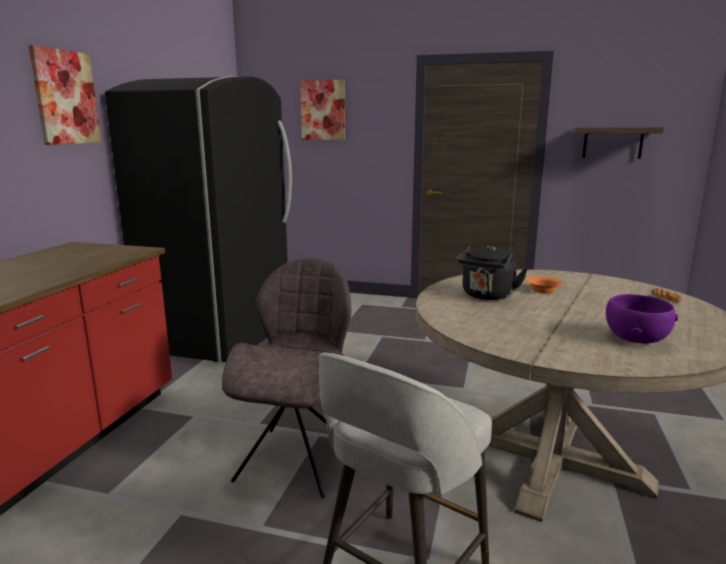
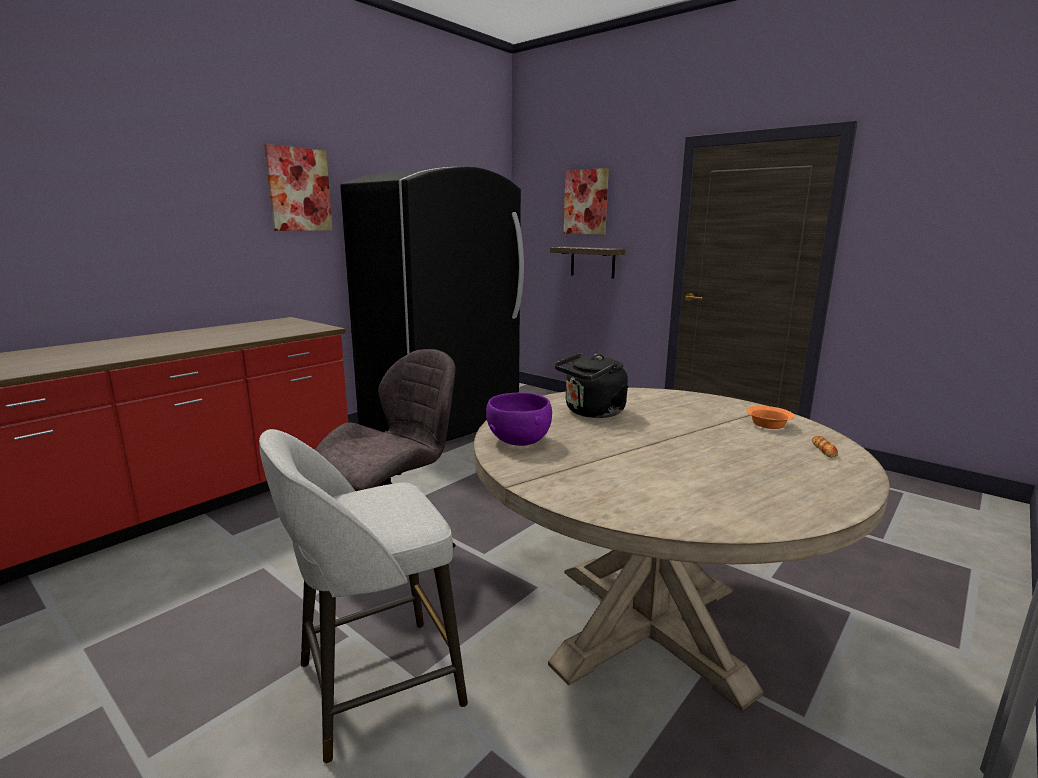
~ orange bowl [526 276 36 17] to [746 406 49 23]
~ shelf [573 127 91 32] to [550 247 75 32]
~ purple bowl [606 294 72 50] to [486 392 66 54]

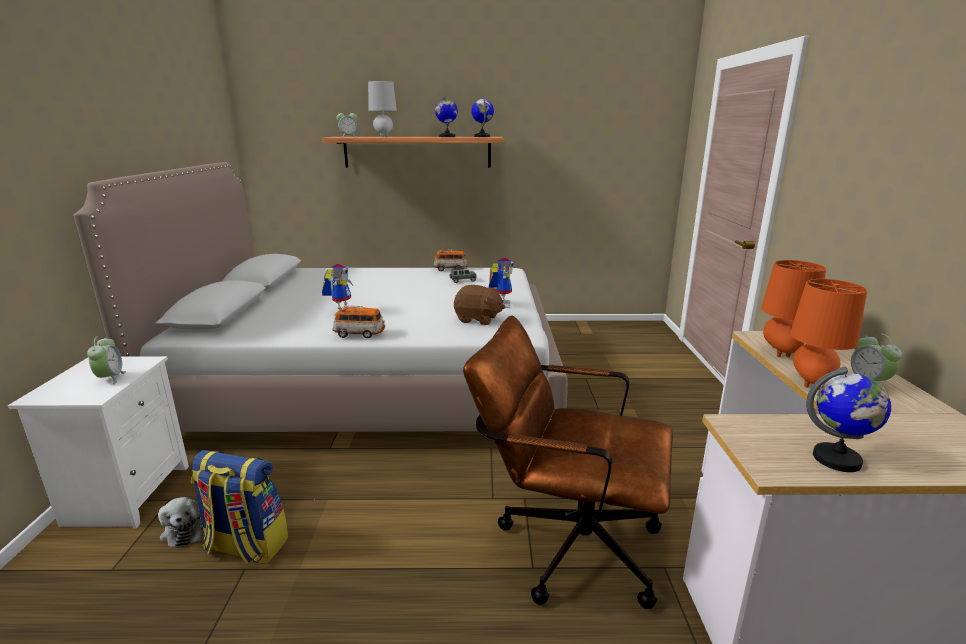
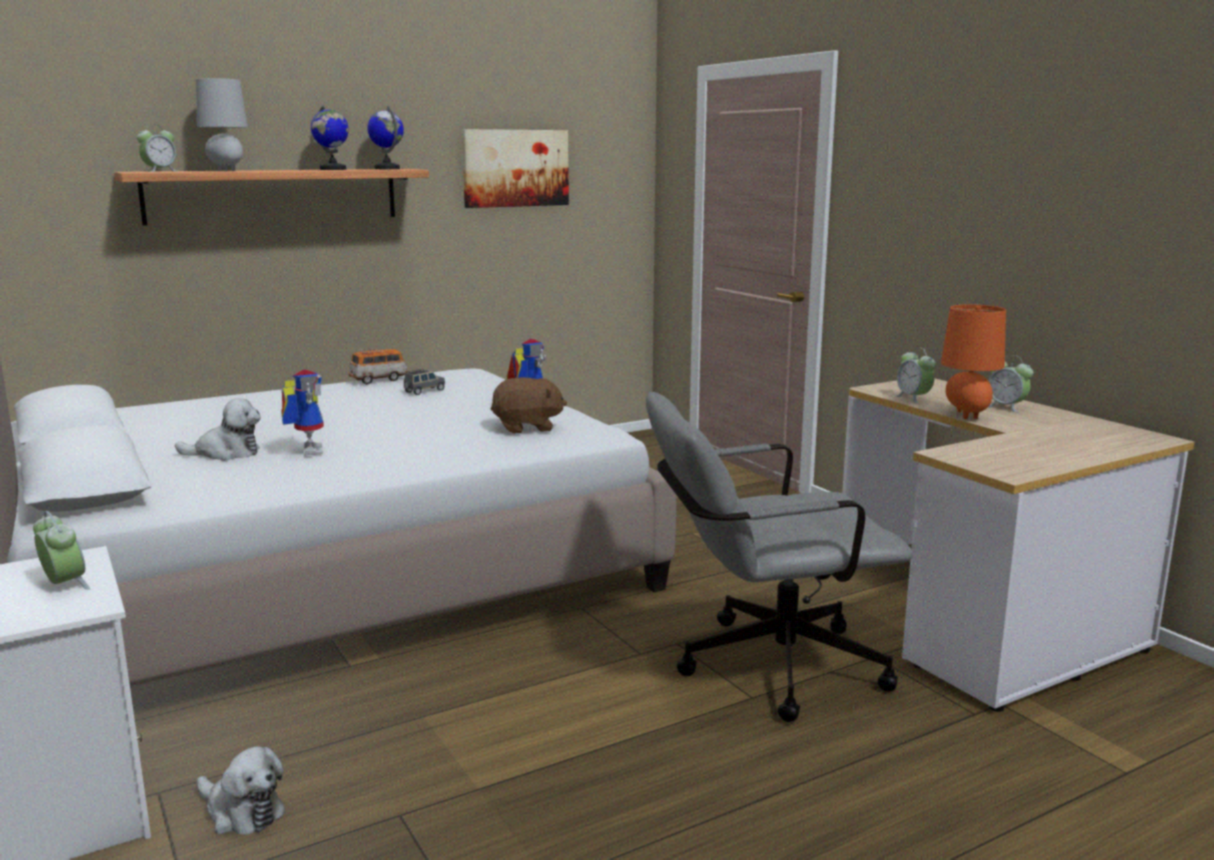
- backpack [191 450 97 114]
- toy car [332 306 53 32]
- globe [806 367 85 105]
+ plush toy [175 398 86 63]
+ picture [462 129 107 79]
~ orange table lamp [761 260 65 97] to alarm clock [895 347 40 56]
~ brown office chair [463 315 210 294] to grey office chair [646 392 267 330]

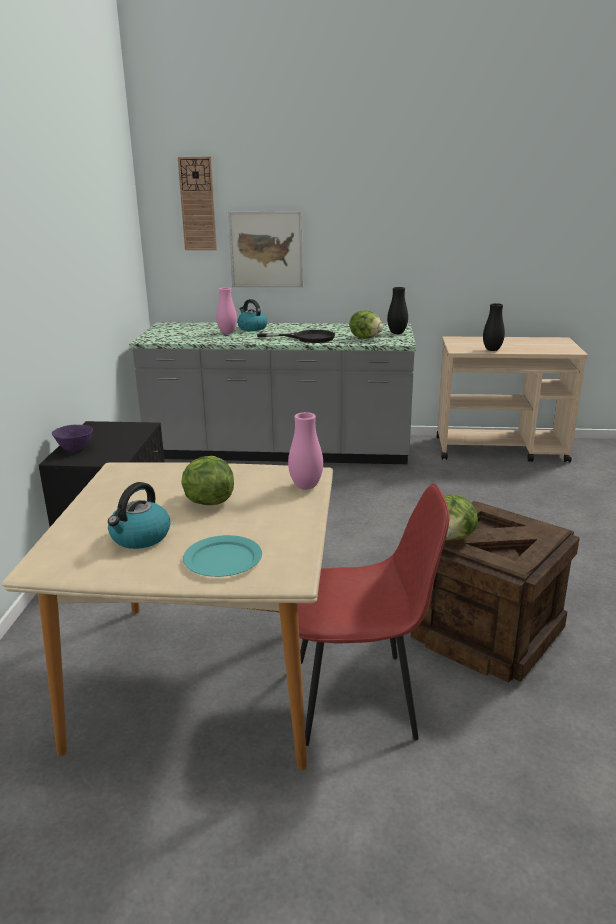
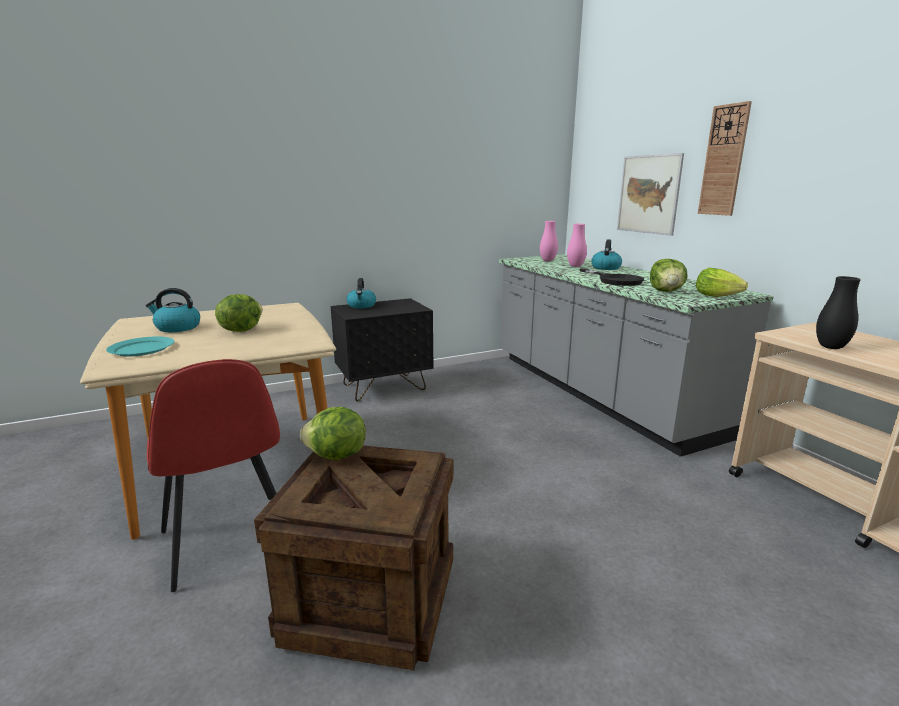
~ wall clock [178 157 39 93] to [698 101 54 115]
~ pink vase [288 412 35 78] to [540 221 18 40]
~ purple bowl [52 425 41 26] to kettle [347 278 29 31]
~ black vase [387 287 21 47] to lettuce [696 268 52 29]

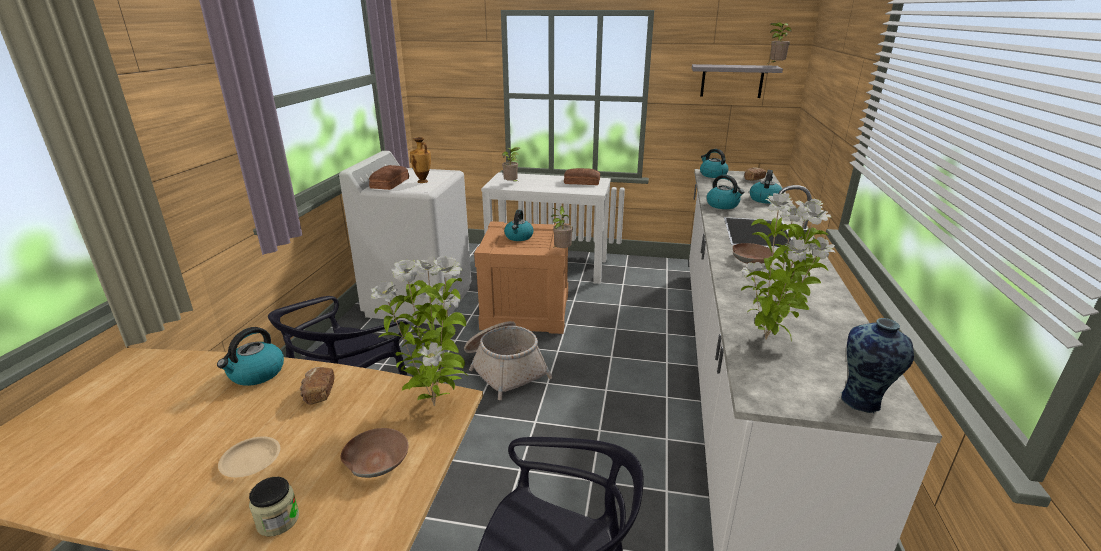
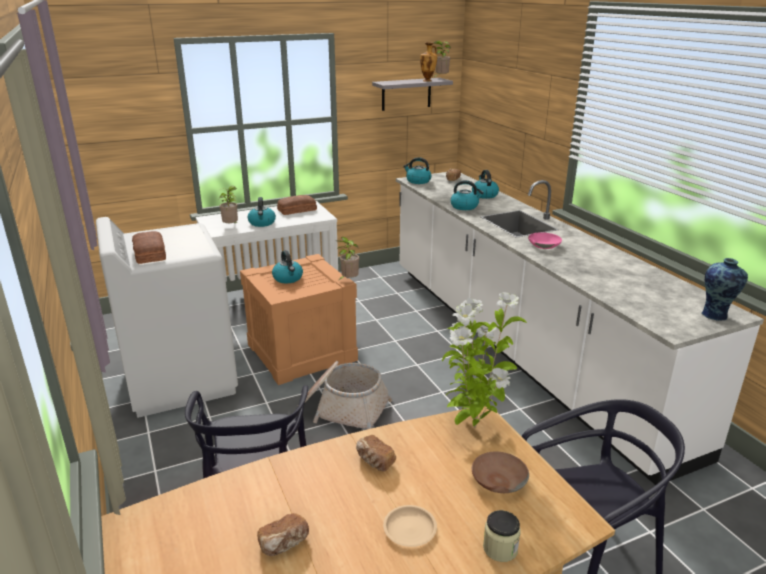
- potted plant [741 193 94 148]
+ bread [257 513 52 43]
~ kettle [217 327 67 59] to [248 197 28 30]
~ vase [410 137 21 46] to [420 42 17 40]
~ brown bowl [733 243 41 21] to pink bowl [528 232 34 17]

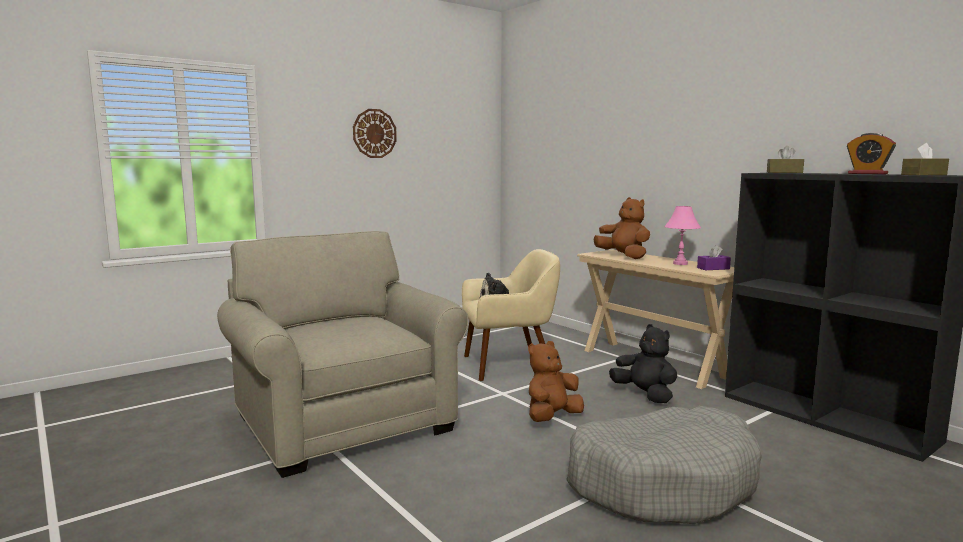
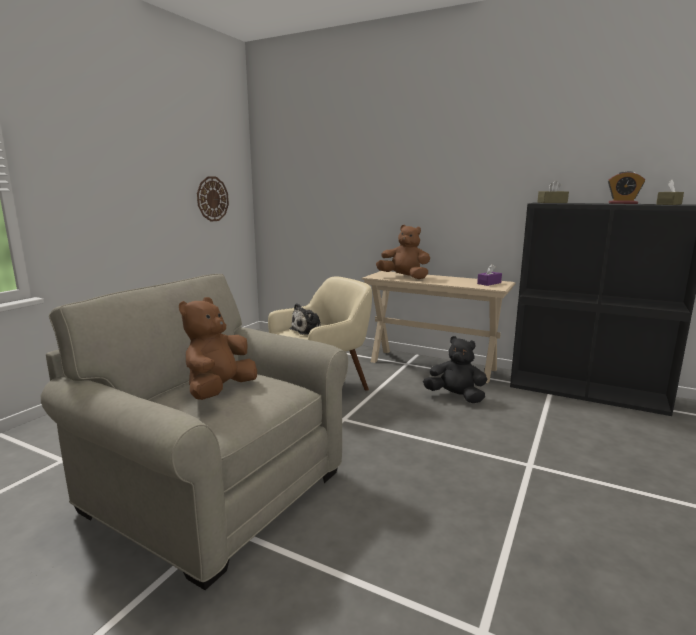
- grey dog bed [566 406 196 118]
- pink table lamp [664 206 37 59]
~ wall clock [353 109 44 49] to [197 176 32 46]
~ brown plush toy [528 341 56 81] to [179 297 78 103]

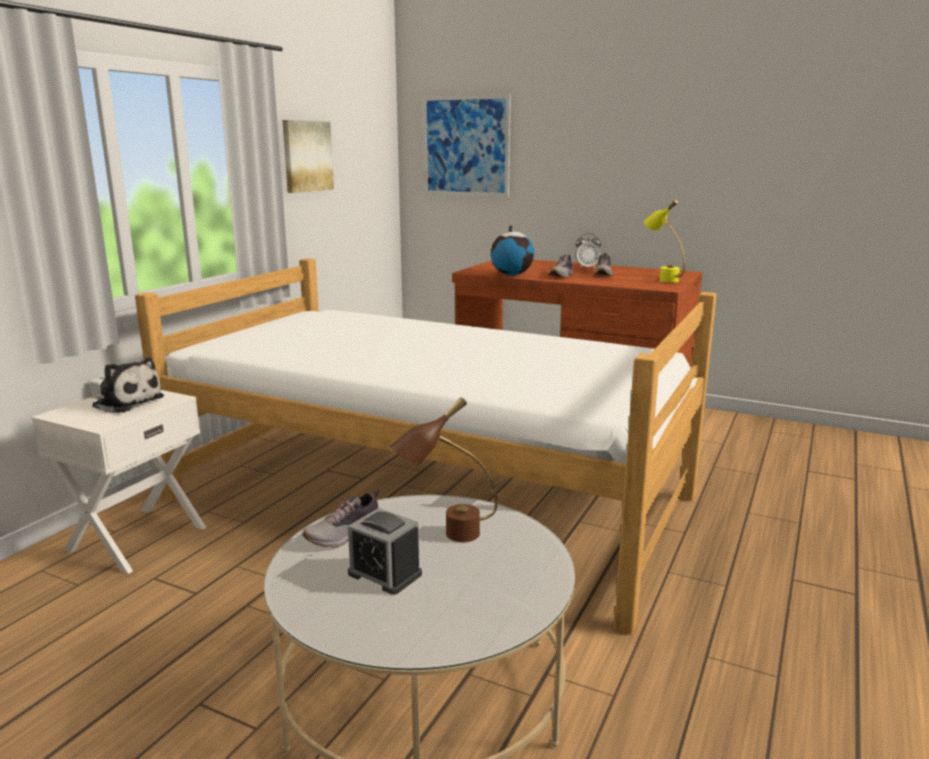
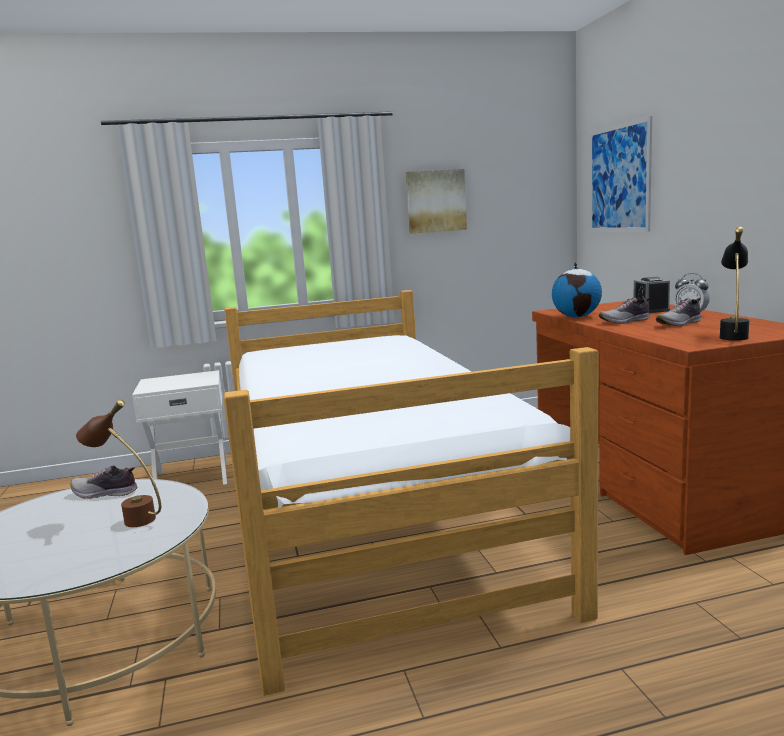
- plush toy [91 357 73 56]
~ alarm clock [348 508 74 87] to [634 277 36 36]
~ yellow table lamp [644 199 41 84] to black table lamp [720 227 29 114]

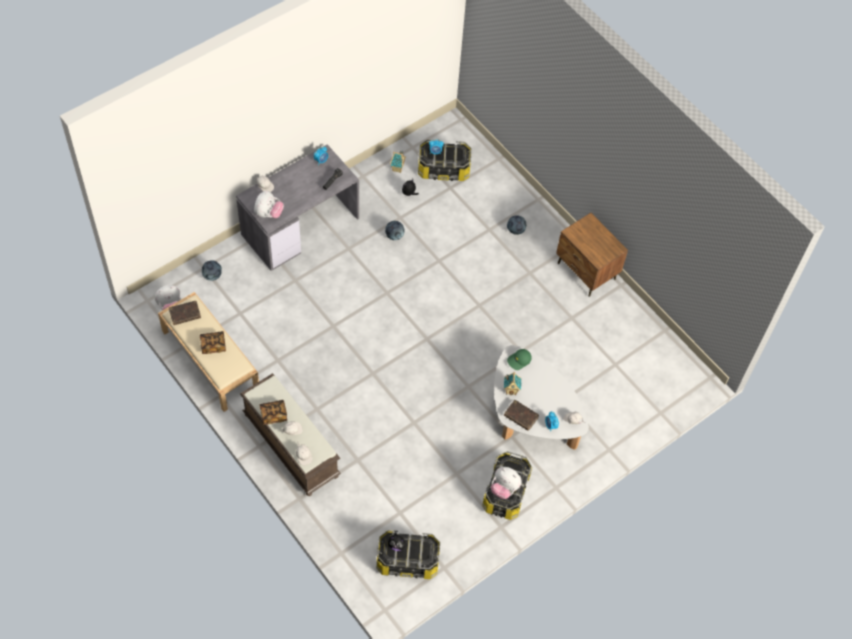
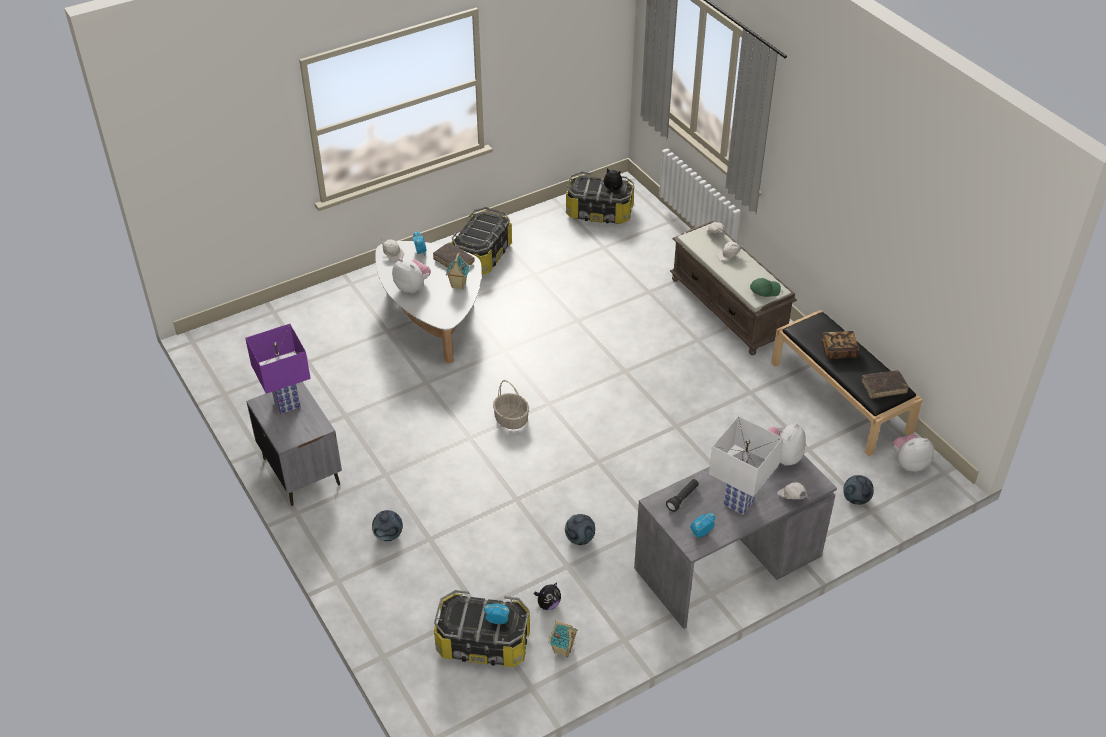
- book [259 400 28 25]
+ purple table lamp [245 324 66 90]
+ basket [493 380 36 49]
+ white table lamp [709 416 74 99]
~ plush toy [491 467 31 32] to [392 258 39 36]
~ green cap [507 349 25 21] to [750 278 31 19]
~ beige bench [158 292 101 120] to black bench [771 310 152 146]
~ brown nightstand [556 213 72 84] to grey nightstand [246 382 96 124]

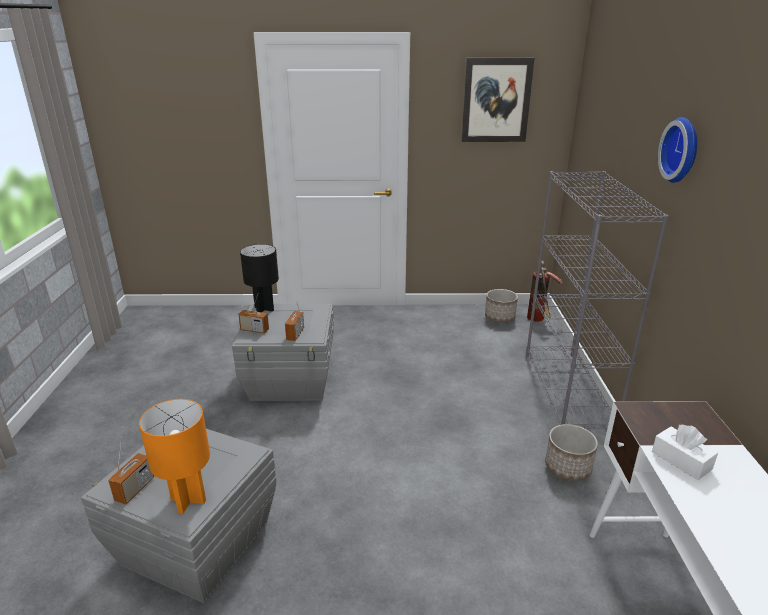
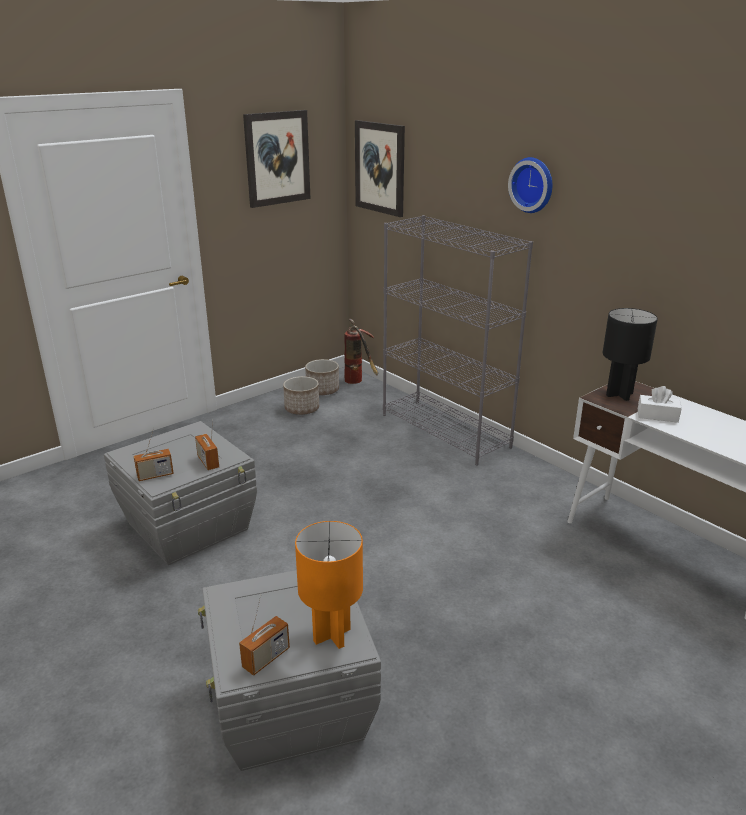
+ picture [355 120 50 97]
~ black table lamp [240 244 39 68] to [603 308 55 93]
~ planter [545 424 53 57] to [283 376 36 39]
~ radio [108 436 46 69] = [239 594 51 82] 60 degrees clockwise

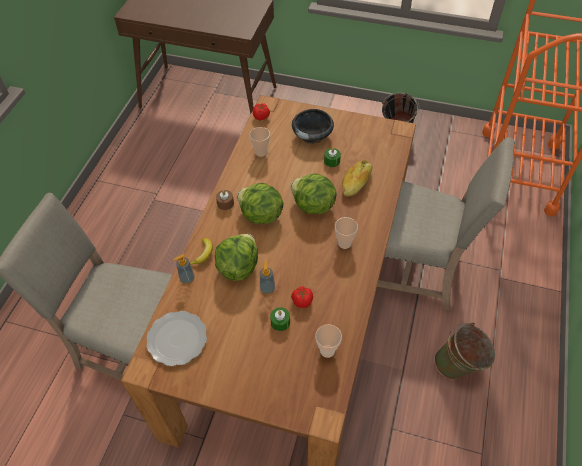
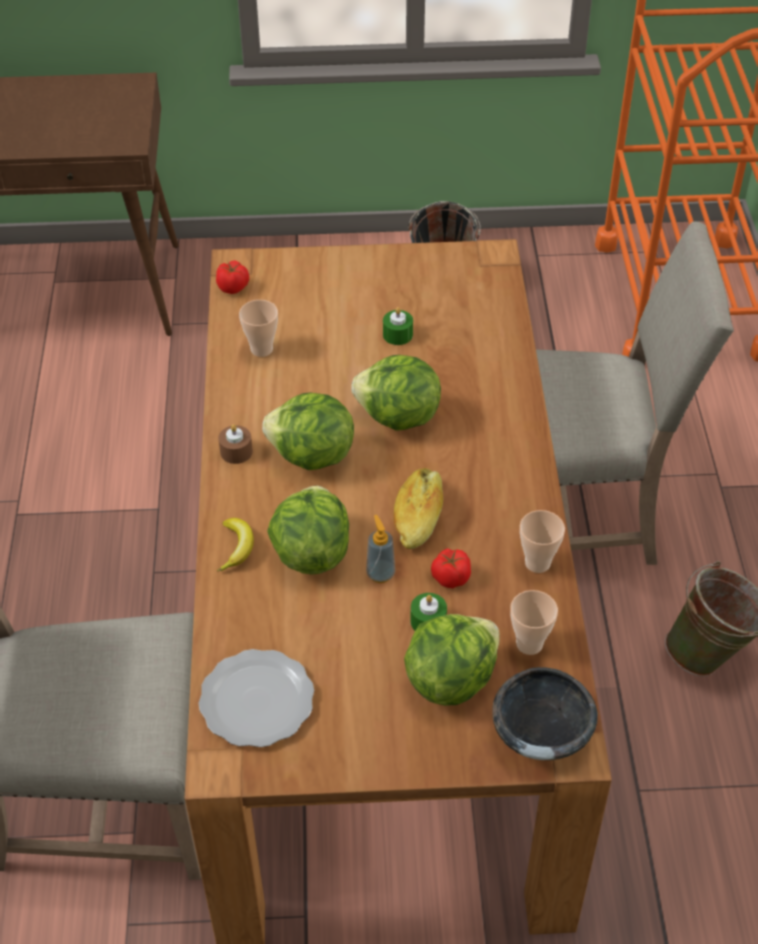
- soap dispenser [173 254 22 30]
+ lettuce [404 614 96 92]
~ black bowl [292 109 42 35] to [492 667 106 93]
~ cup [335 217 23 32] to [520 510 45 63]
~ bread [342 160 31 36] to [393 468 50 81]

